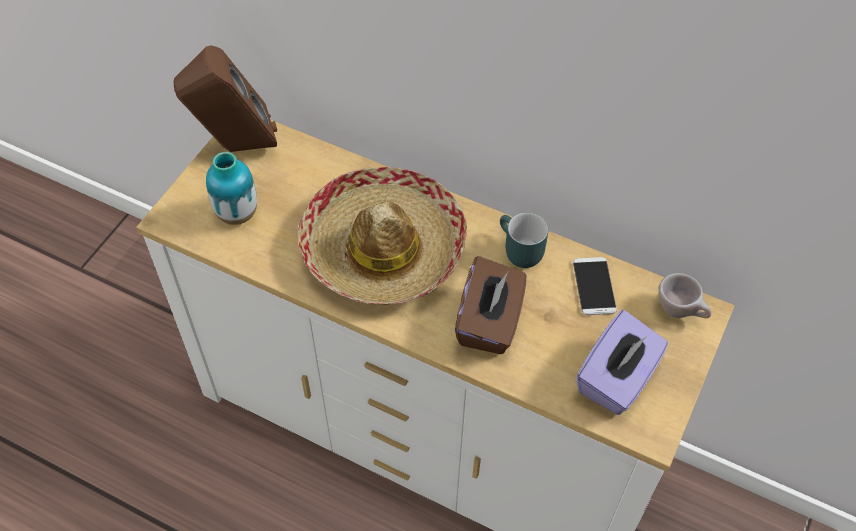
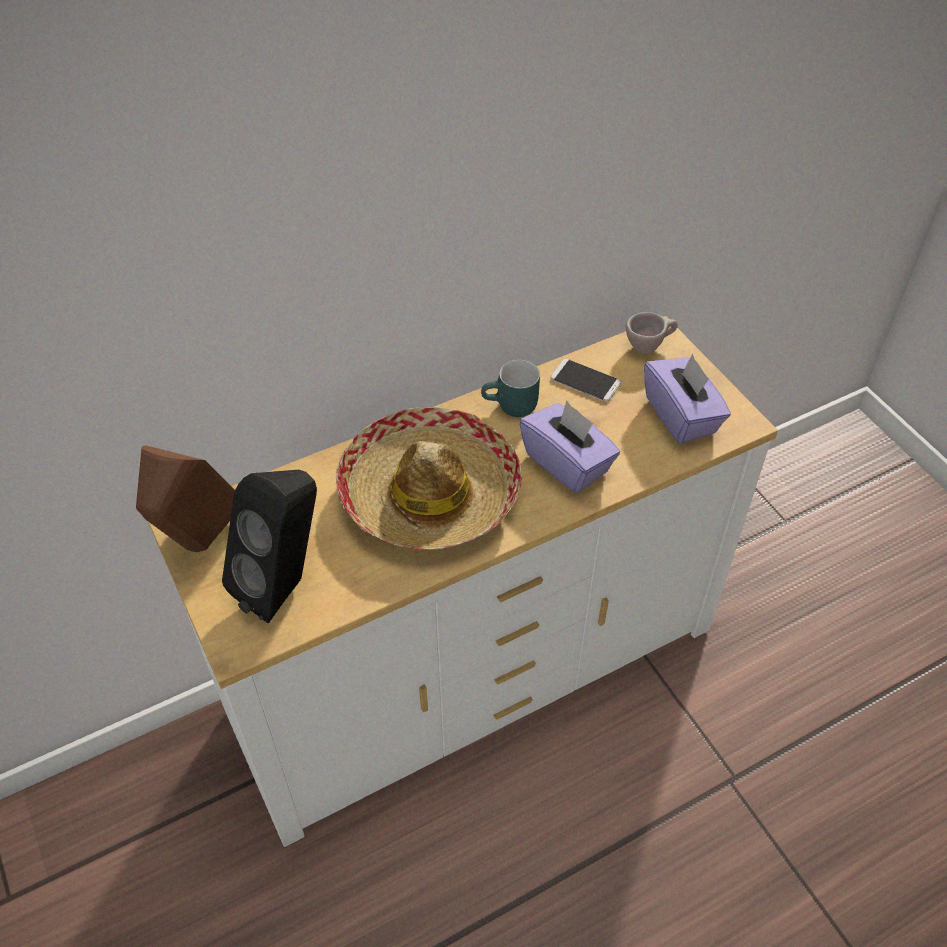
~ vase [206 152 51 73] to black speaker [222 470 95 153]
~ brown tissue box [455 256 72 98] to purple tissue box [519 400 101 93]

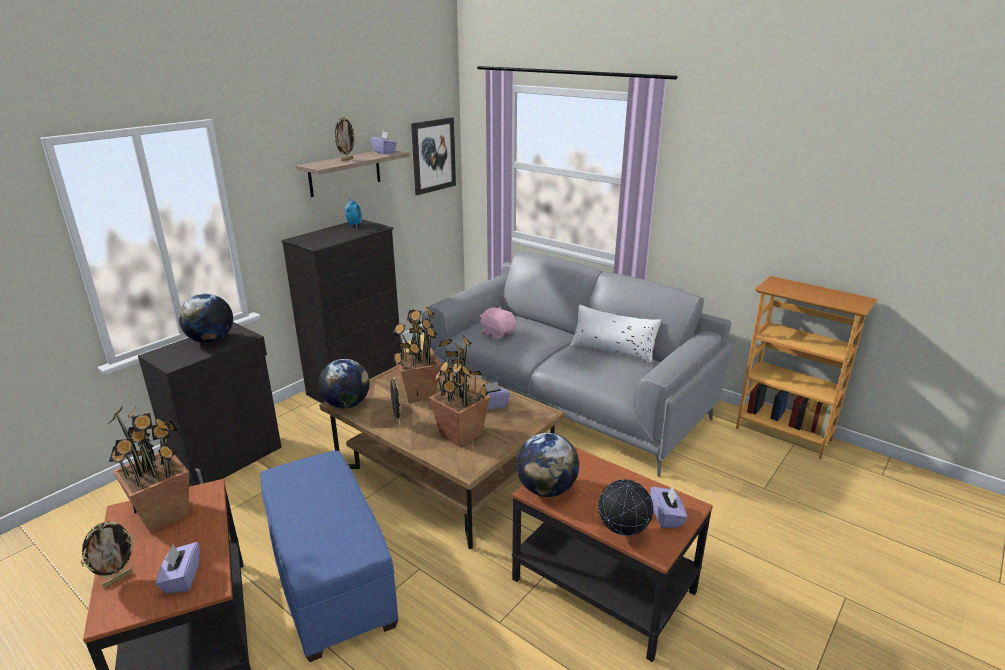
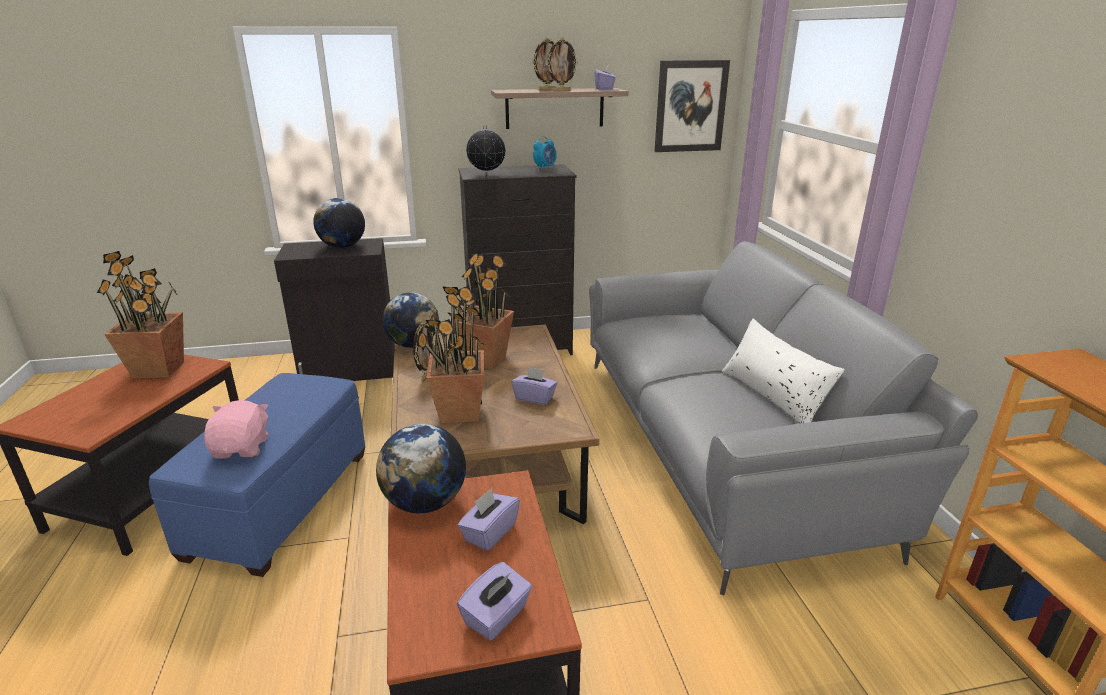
~ picture frame [81 521 54 67] to [546 37 32 54]
~ purple tissue box [156 542 44 52] to [457 488 63 63]
~ pink plush toy [480 307 36 33] to [204 400 65 59]
~ globe [598 478 55 58] to [466 125 40 50]

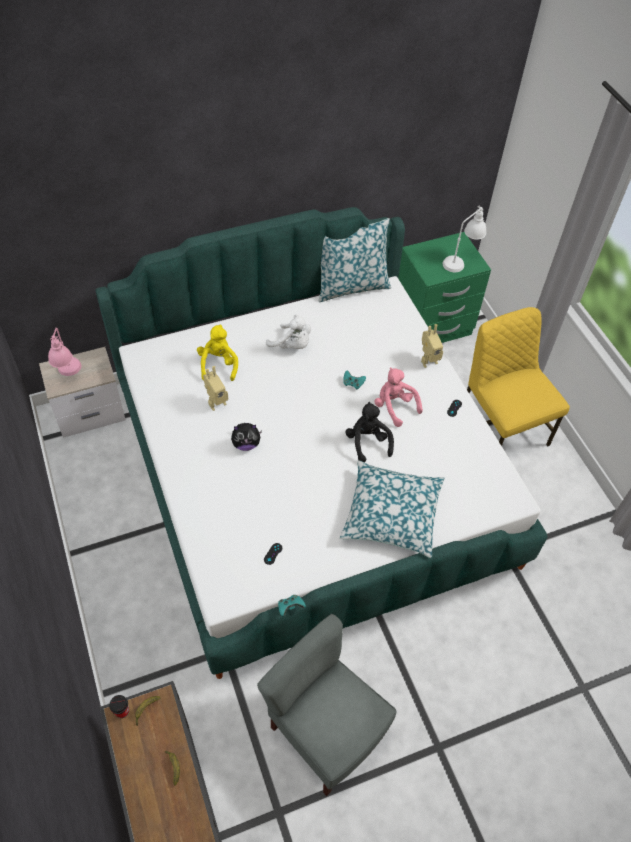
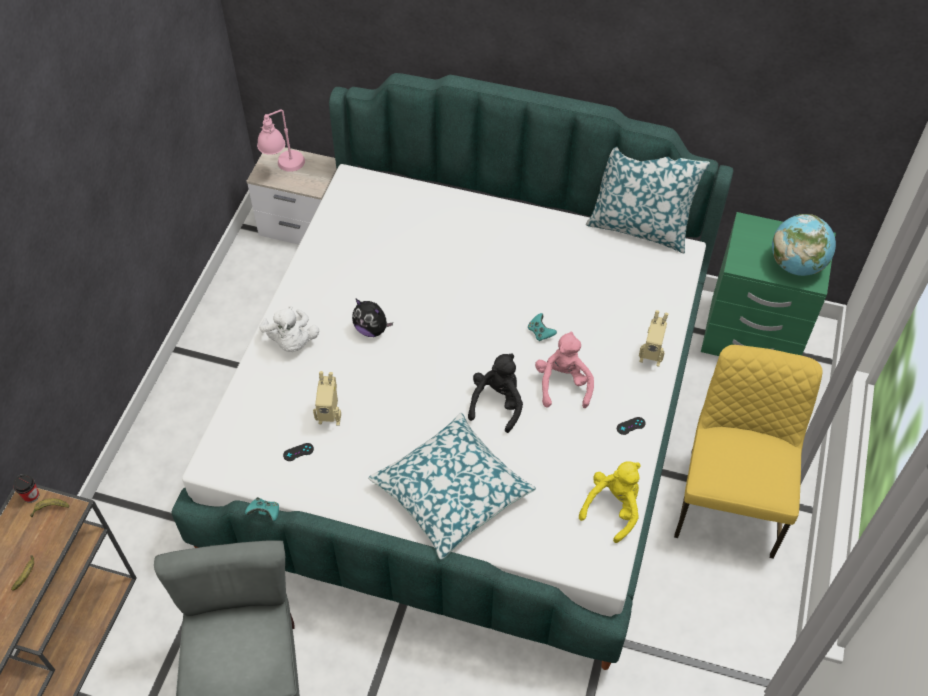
~ yellow plush toy [197 324 41 57] to [579 462 62 81]
~ toy robot [203 366 25 45] to [313 371 28 55]
~ white plush toy [266 315 45 34] to [259 306 60 46]
~ white table lamp [443 205 43 67] to globe [772 214 64 62]

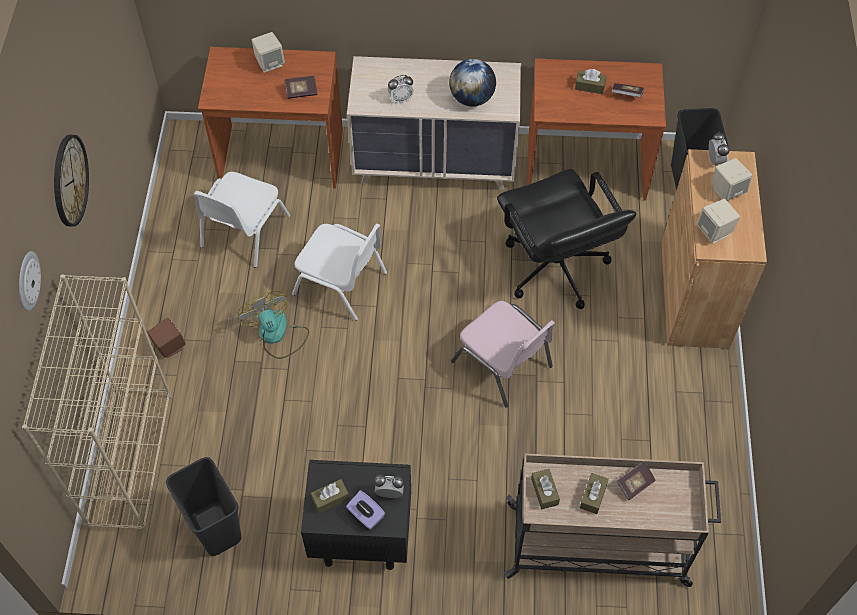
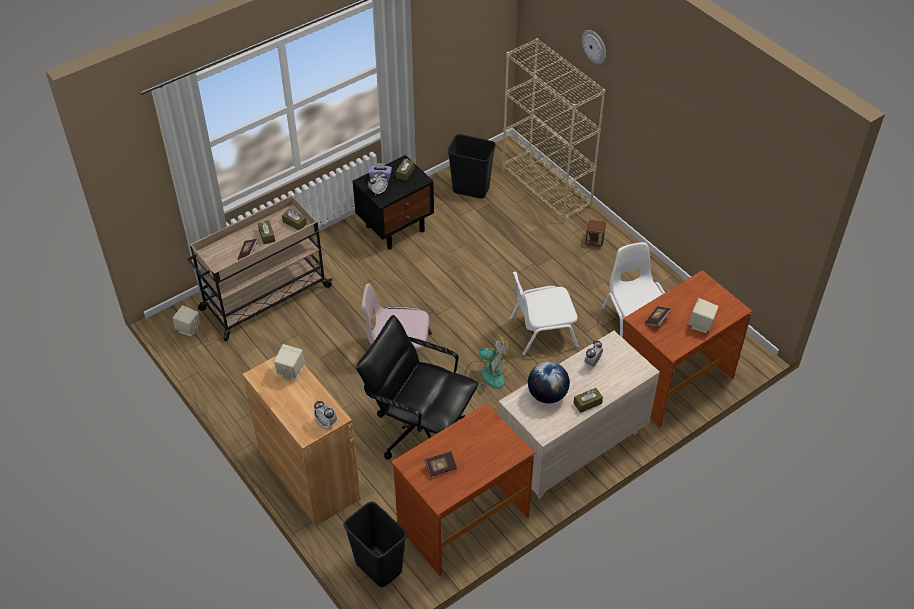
- wall clock [54 135 35 92]
~ fan [238 291 71 68] to [465 335 45 54]
~ brown tissue box [575 69 32 25] to [574 388 29 25]
~ beige speaker [712 158 40 43] to [173 305 27 31]

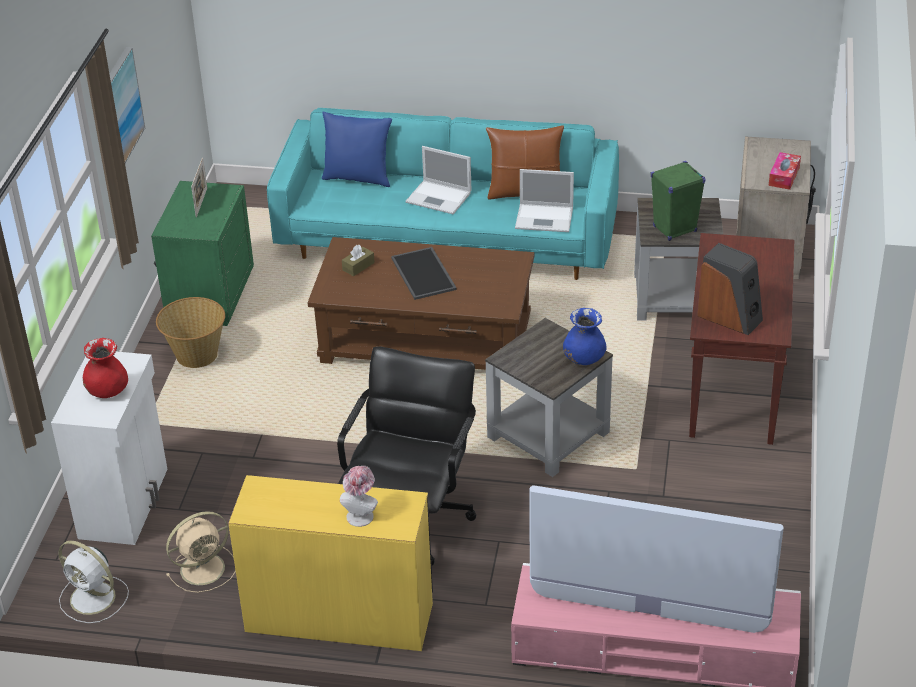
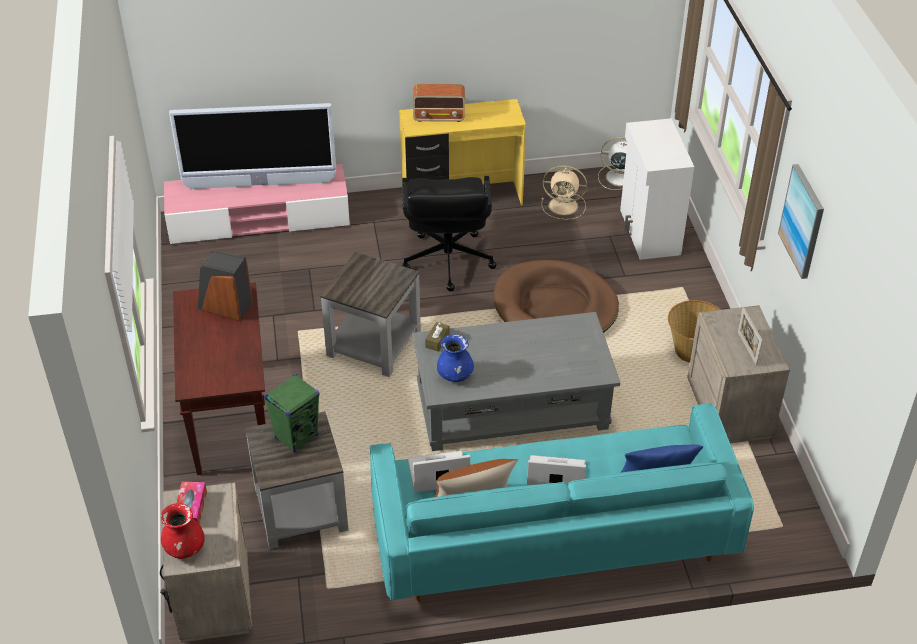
- tray [391 247 66 53]
+ brown dog bed [494 260 125 73]
~ red vase [83 338 45 60] to [161 503 44 56]
~ brown tissue box [342 245 33 31] to [425 322 25 30]
~ blue vase [563 308 44 57] to [437 334 37 48]
~ hat [340 466 38 61] to radio [413 84 52 38]
~ green nightstand [151 181 103 145] to beige nightstand [687 305 103 138]
~ brown coffee table [307 237 227 133] to grey coffee table [412 312 208 139]
~ beige fan [166 511 70 82] = [542 165 45 55] 120 degrees counterclockwise

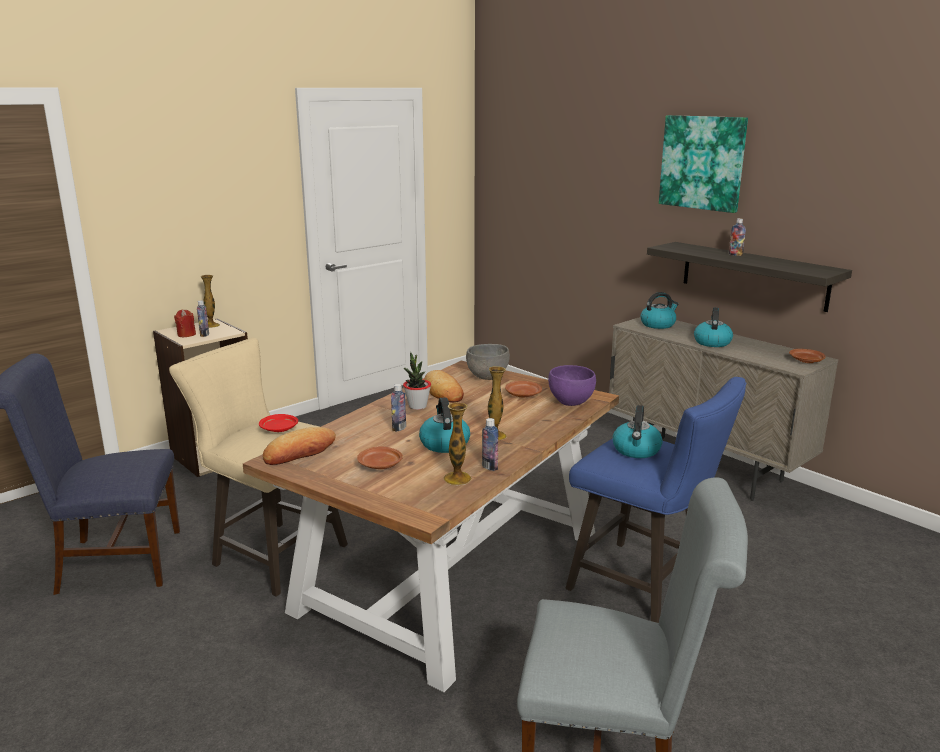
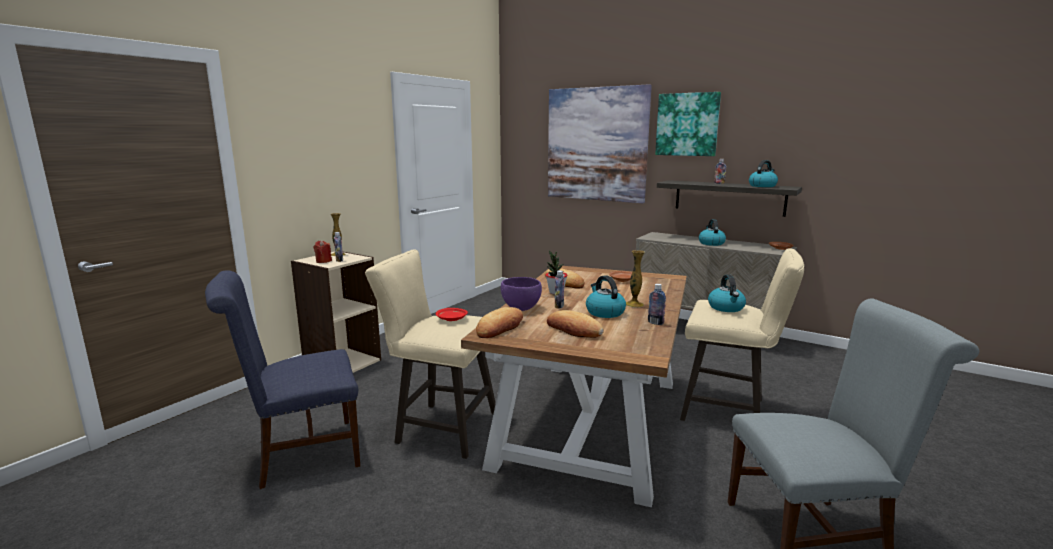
- vase [443 403 28 82]
- grey bowl [466 344 44 36]
+ picture [548 84 104 119]
~ purple bowl [548 365 48 41] to [501 277 41 34]
~ kettle [641 292 38 37] to [749 160 29 27]
~ brown plate [357 447 46 22] to bread [547 310 57 28]
~ blue stool [566 377 180 246] to beige stool [680 248 124 173]

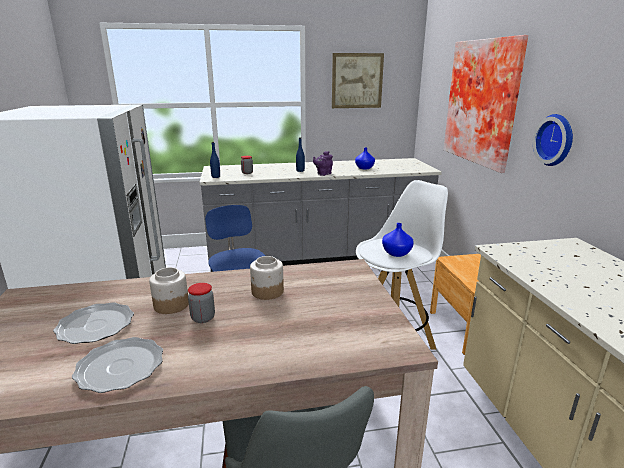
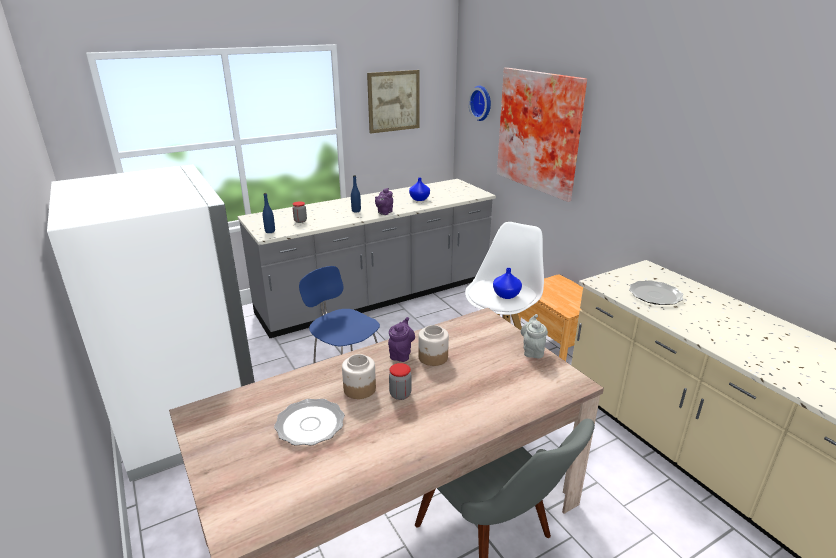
+ purple teapot [388 317 27 45]
+ grey teapot [521 314 27 44]
~ plate [72 337 91 56] to [629 280 55 25]
~ wall clock [533 114 40 52] to [468 86 23 35]

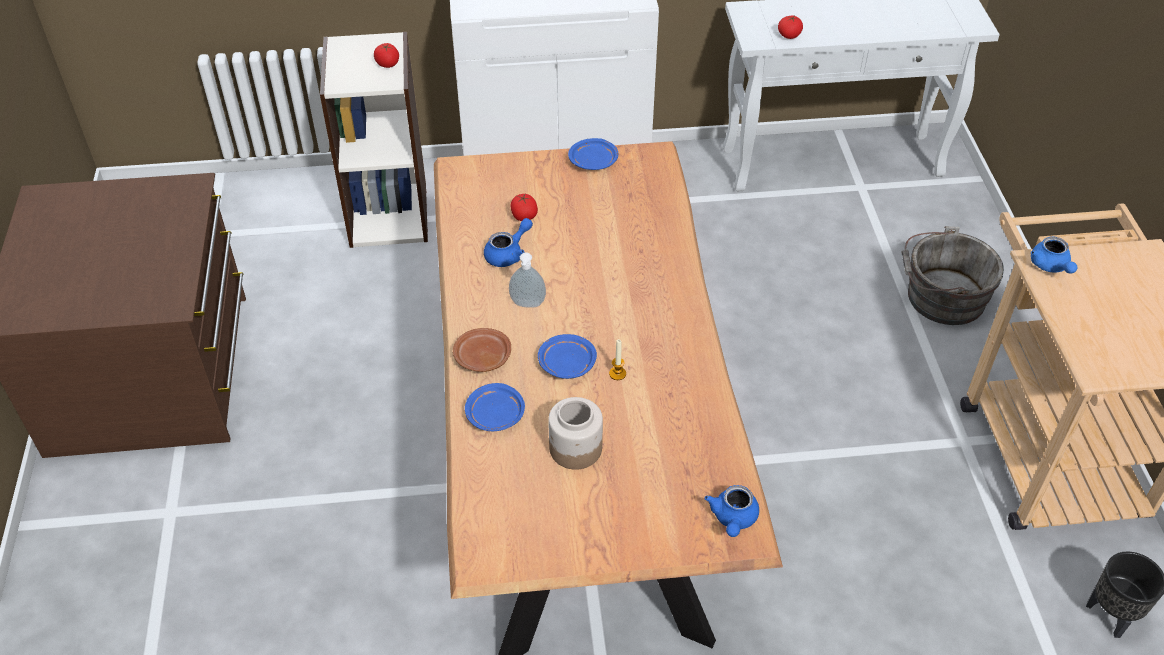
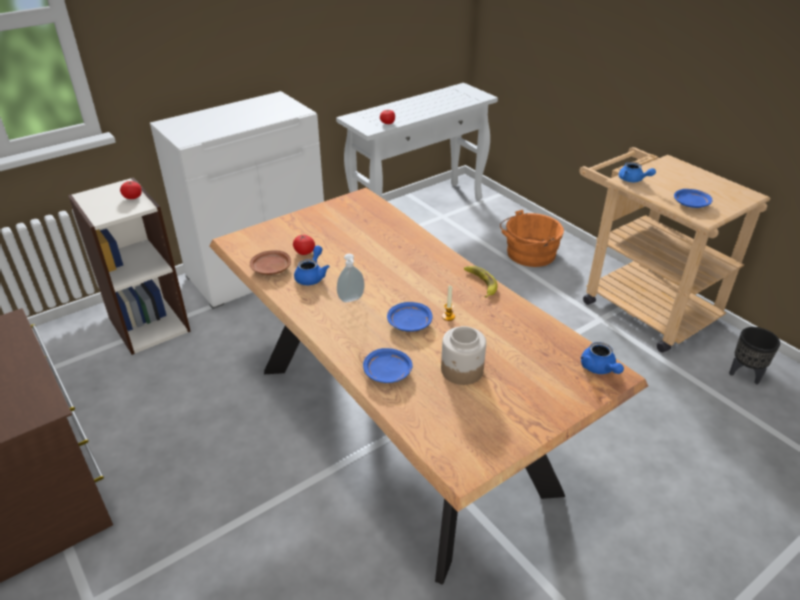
+ banana [464 266 34 32]
~ brown plate [453 328 58 44] to [250 250 41 25]
~ blue plate [568 138 50 32] to [674 189 38 19]
~ grey bucket [902 226 102 99] to orange bucket [500 210 64 57]

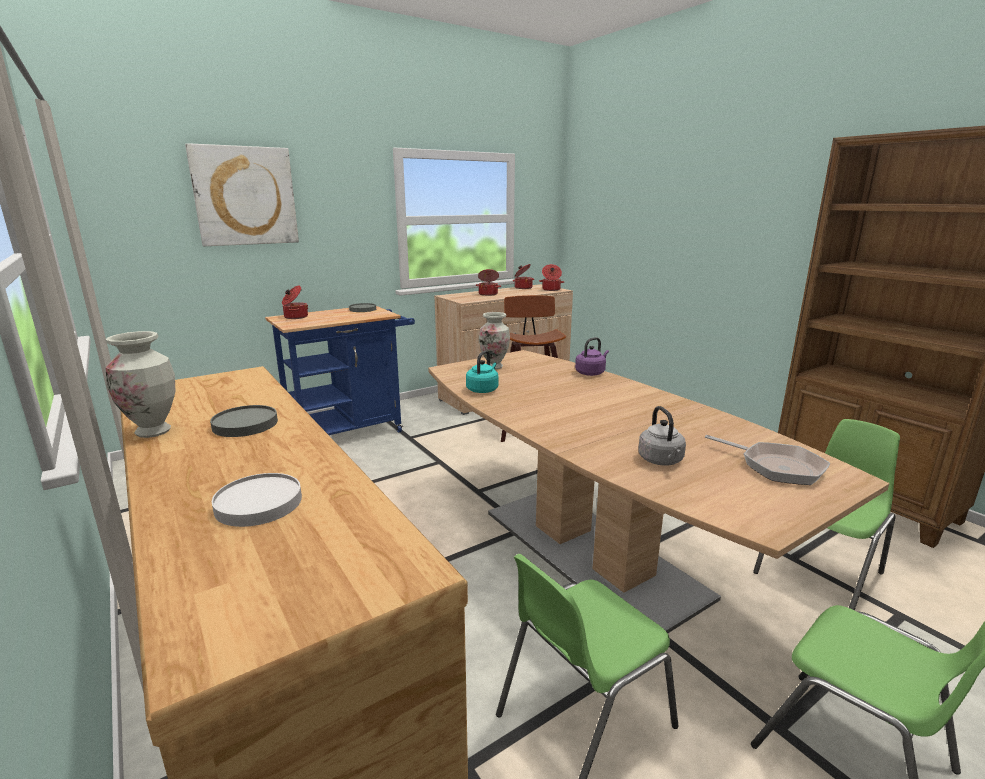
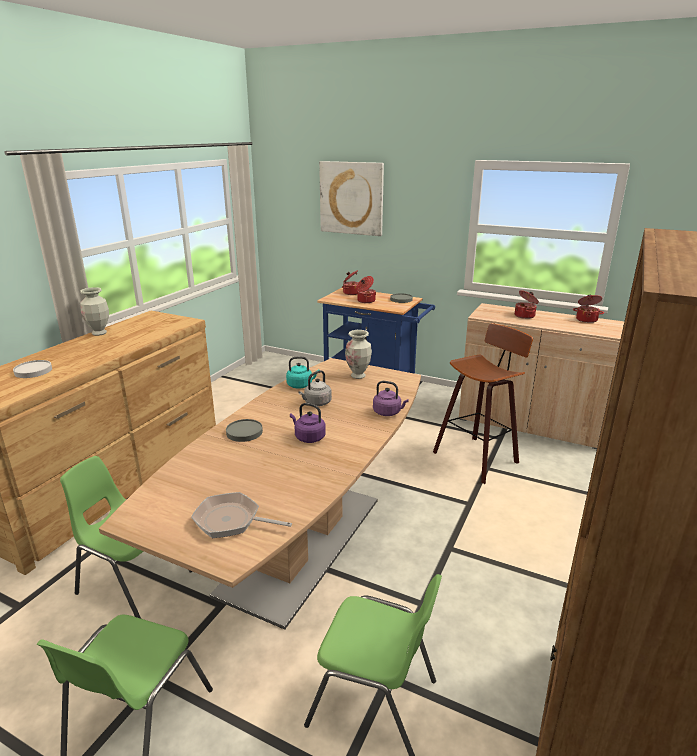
+ purple kettle [290 403 36 40]
~ grey plate [210 405 68 32] to [226 419 37 23]
~ cooking pot [539 264 25 27] to [357 276 19 27]
~ grey kettle [638 406 48 60] to [298 370 34 36]
~ frying pan [705 435 125 50] = [191 492 101 46] 90 degrees clockwise

